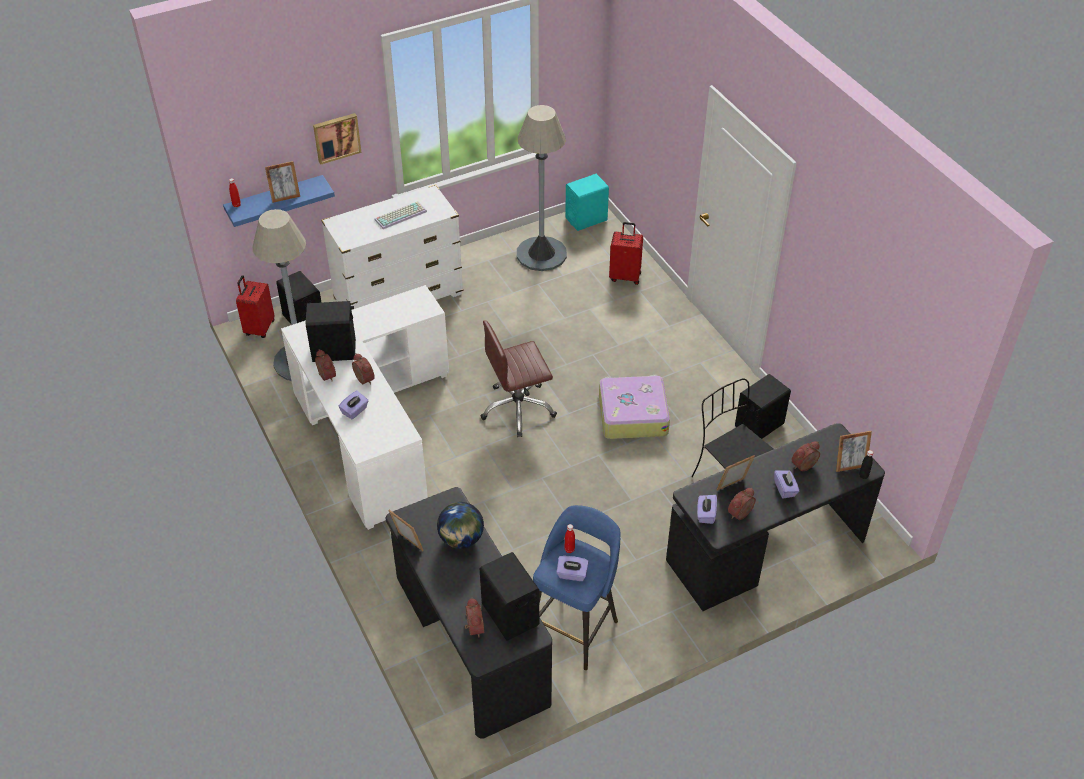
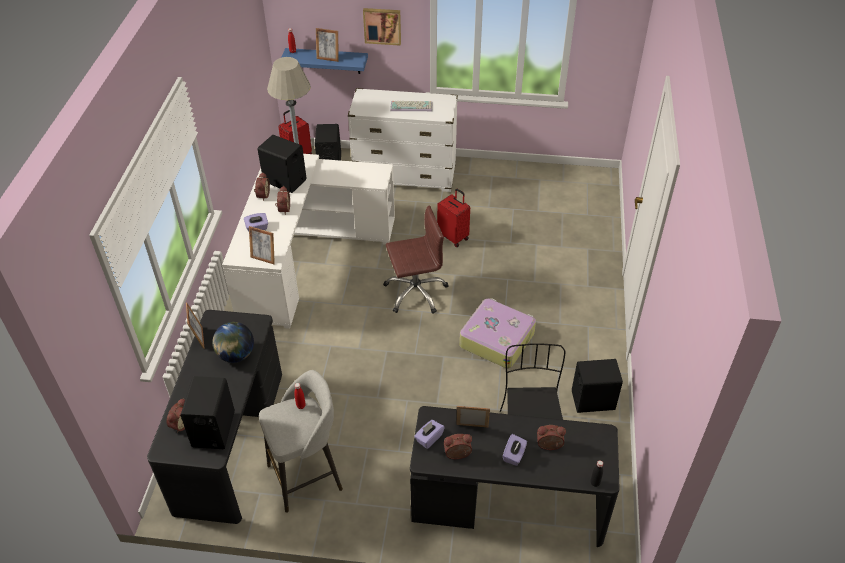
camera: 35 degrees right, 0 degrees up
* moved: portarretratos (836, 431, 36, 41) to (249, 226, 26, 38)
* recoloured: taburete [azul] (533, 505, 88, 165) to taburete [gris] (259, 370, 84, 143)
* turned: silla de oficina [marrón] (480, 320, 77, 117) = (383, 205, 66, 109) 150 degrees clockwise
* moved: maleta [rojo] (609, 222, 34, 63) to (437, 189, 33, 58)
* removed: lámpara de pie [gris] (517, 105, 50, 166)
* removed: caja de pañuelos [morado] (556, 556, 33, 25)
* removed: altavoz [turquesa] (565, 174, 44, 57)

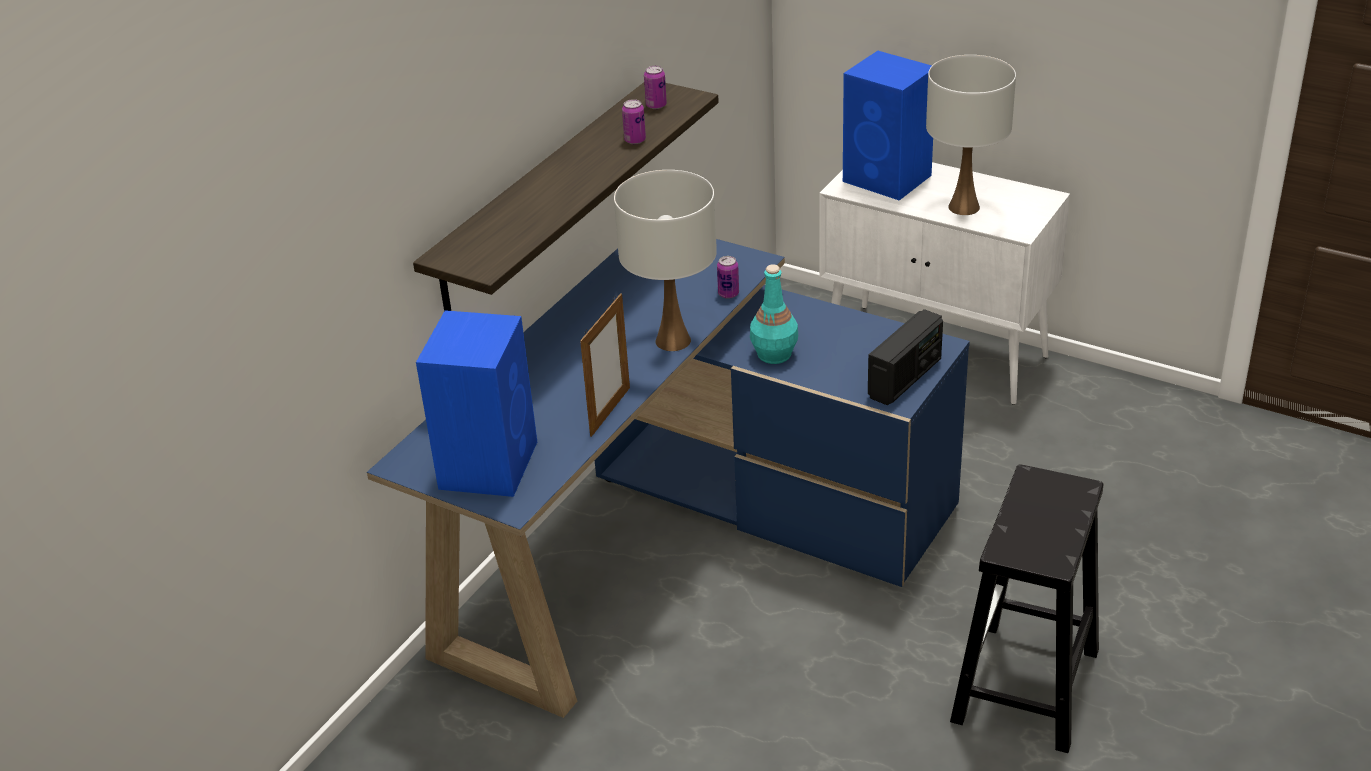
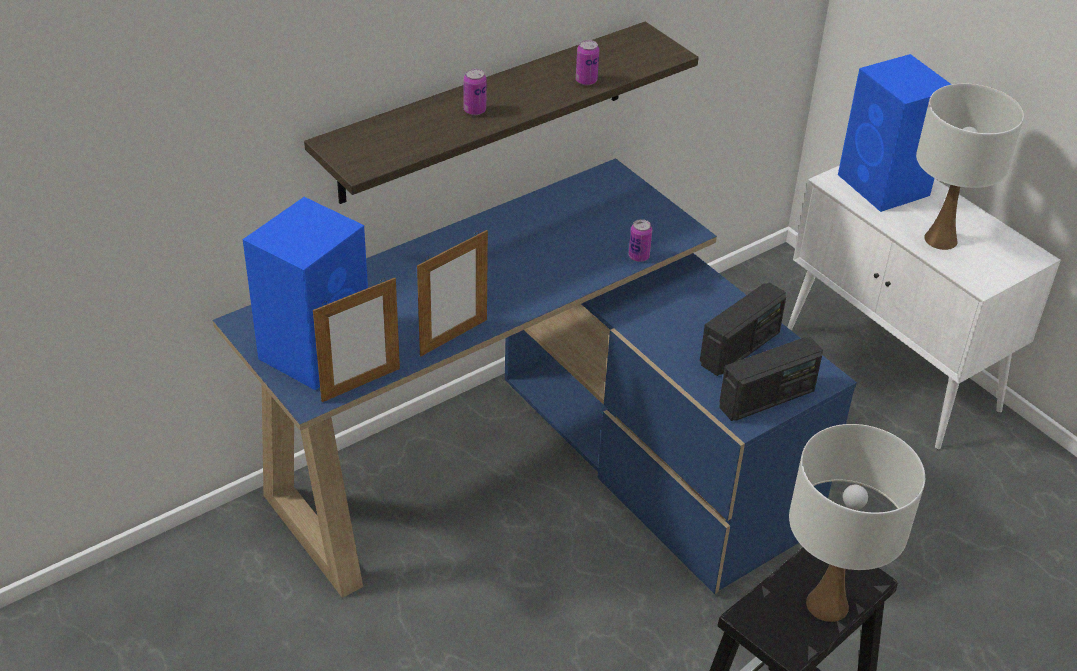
camera: 20 degrees right, 5 degrees up
* added: portarretratos (313, 278, 87, 124)
* moved: lata (644, 66, 23, 43) to (463, 69, 24, 46)
* added: radio (700, 283, 86, 93)
* moved: lámpara de mesa [blanco] (614, 170, 103, 181) to (789, 424, 136, 198)
* removed: botella [turquesa] (750, 264, 48, 100)

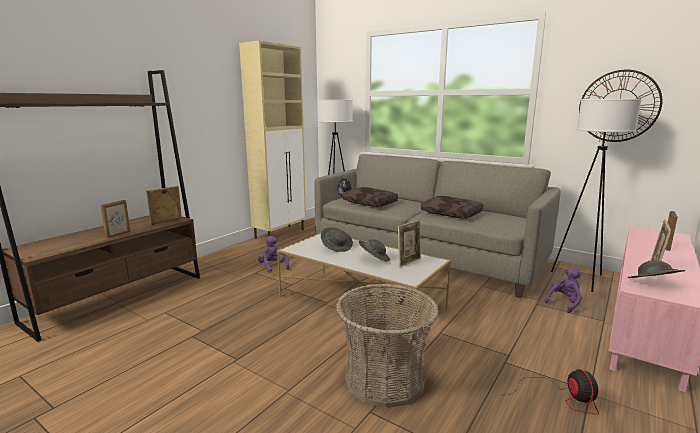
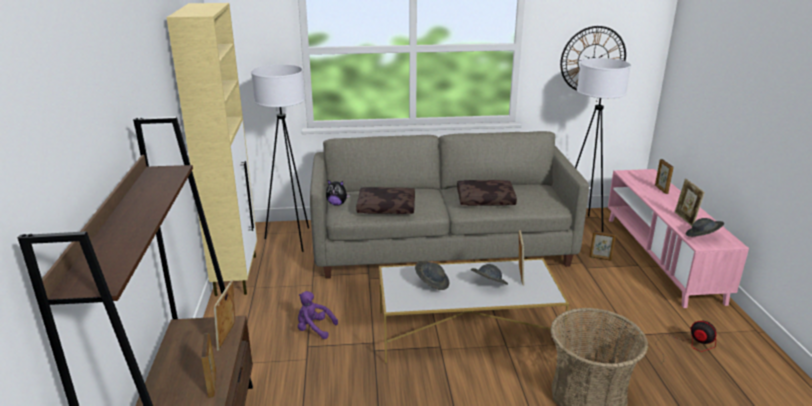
camera: 40 degrees left, 10 degrees up
* replaced: peluche [morado] (544, 266, 38, 47) to portarretratos (589, 231, 27, 30)

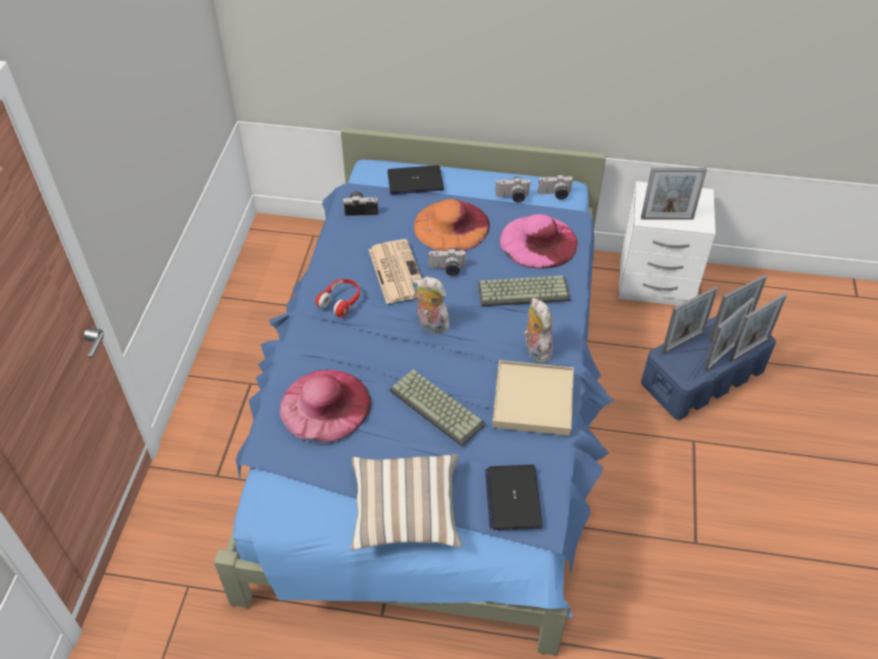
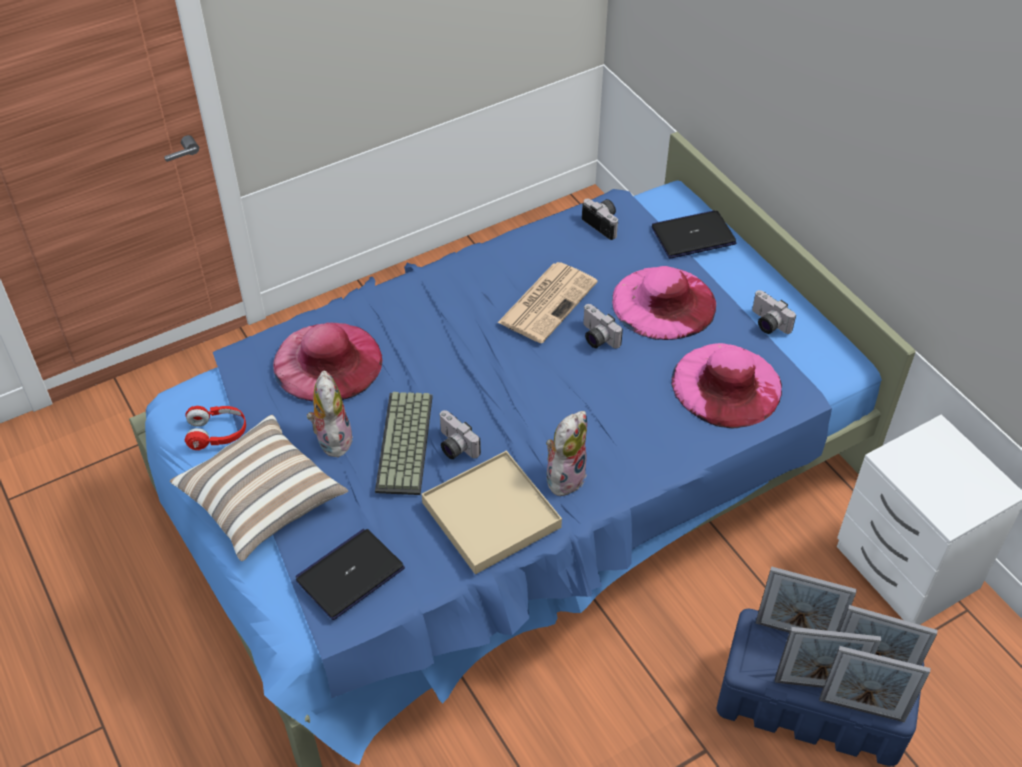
camera: 50 degrees right, 0 degrees up
* moved: auriculares [rojo] (315, 279, 45, 38) to (185, 406, 61, 44)
* moved: peluche (412, 277, 37, 56) to (307, 371, 46, 86)
* moved: cámara (538, 174, 35, 26) to (439, 410, 42, 49)
* recoloured: sombrero [naranja] (414, 199, 76, 52) to sombrero [rosa] (612, 266, 104, 74)
* turned: portátil (387, 165, 57, 30) = (652, 210, 84, 49) 60 degrees counterclockwise
* removed: teclado (478, 275, 93, 32)
* removed: portarretratos (641, 168, 66, 52)

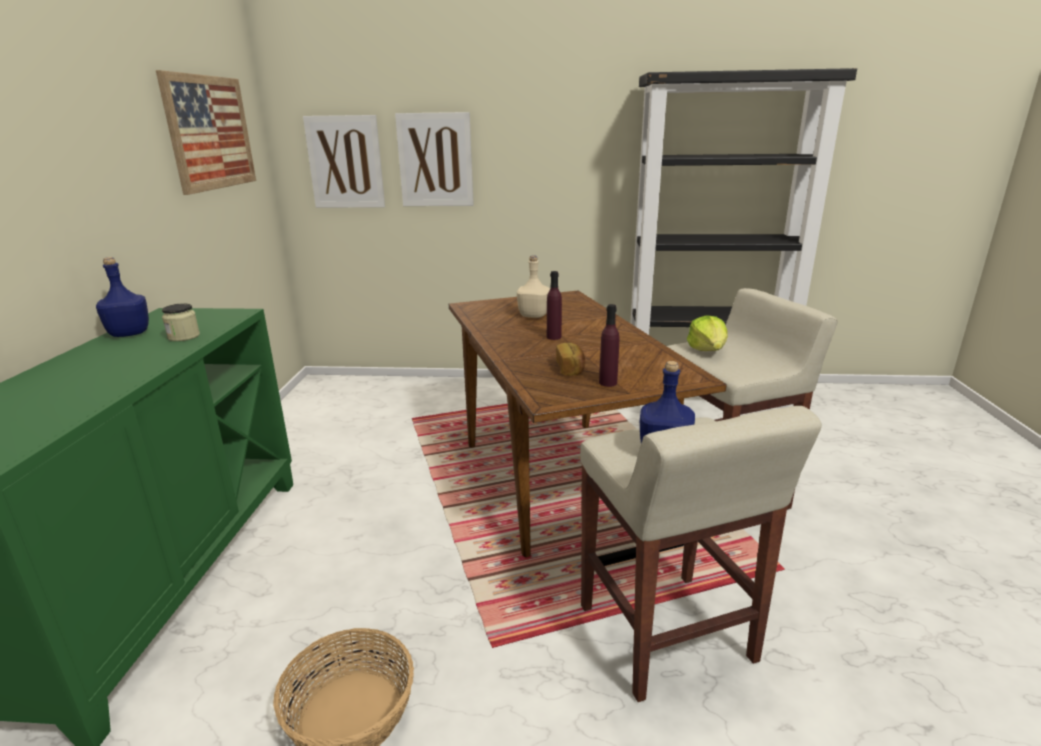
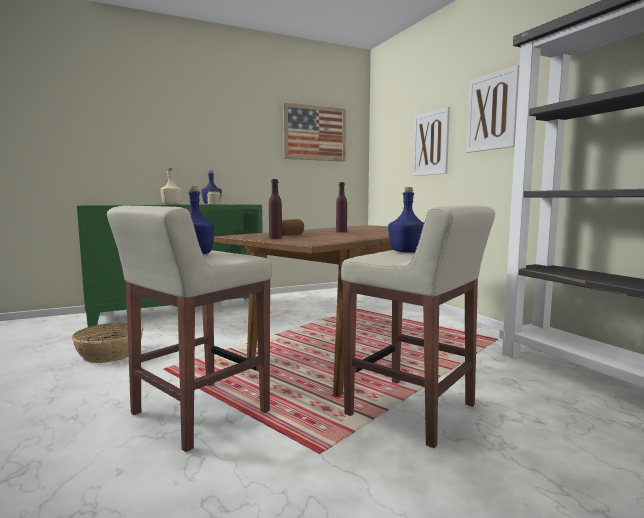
camera: 60 degrees right, 15 degrees down
* moved: botella [beis] (517, 256, 33, 62) to (161, 168, 20, 37)
* replaced: lechuga (687, 315, 41, 36) to botella [azul] (388, 187, 36, 66)
* moved: cuadro (303, 115, 82, 93) to (466, 65, 54, 88)

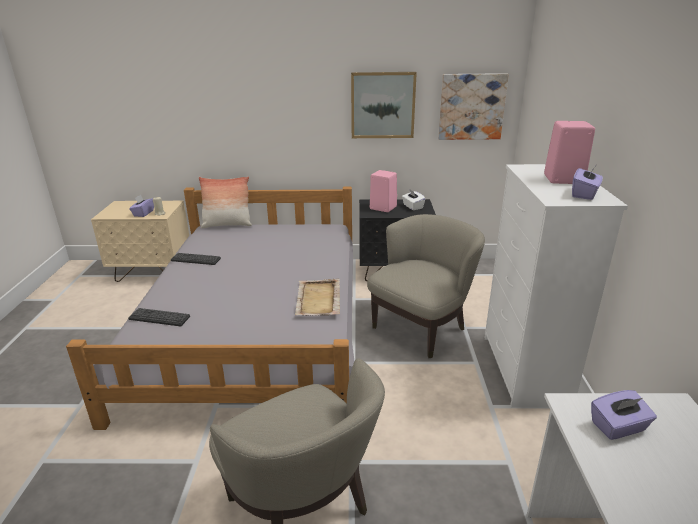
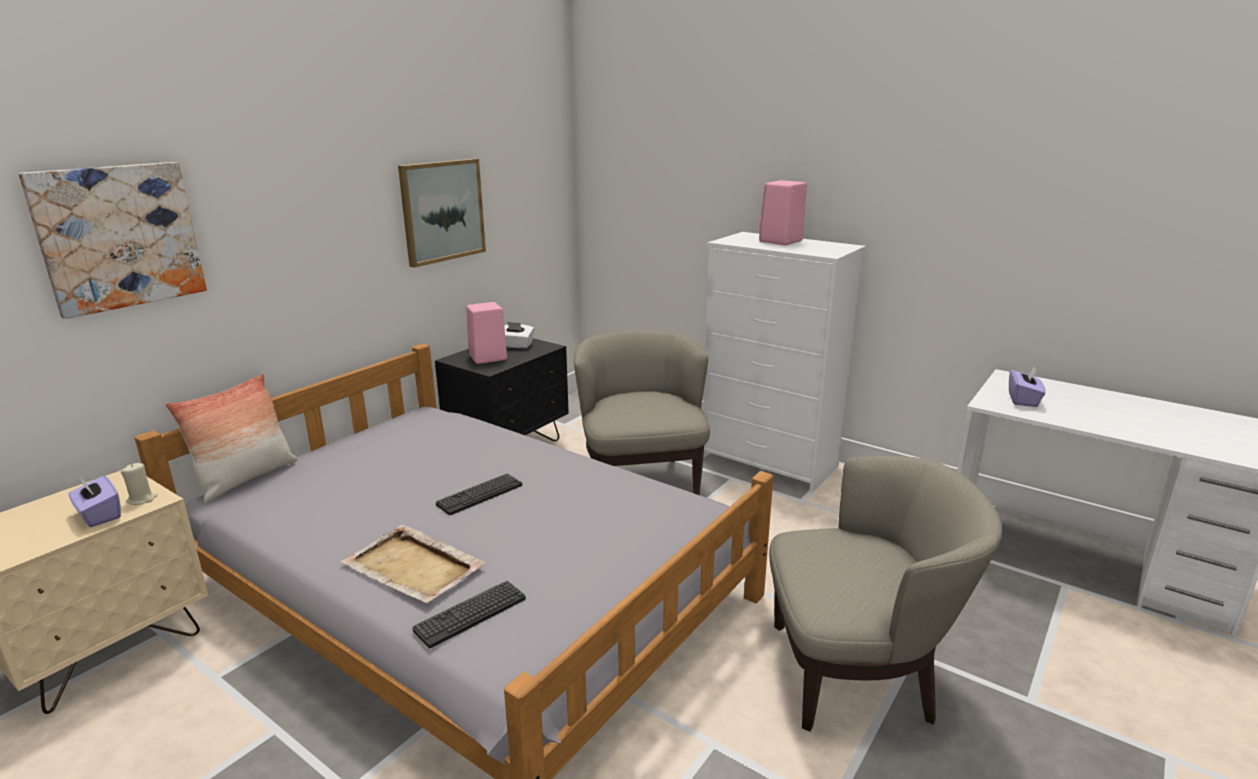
camera: 55 degrees left, 5 degrees down
* moved: cuadro (438, 73, 71, 67) to (19, 162, 188, 157)
* moved: bandeja [beis] (295, 279, 45, 36) to (341, 525, 145, 78)
* moved: teclado (171, 253, 50, 12) to (436, 474, 86, 41)
* removed: caja de pañuelos [morado] (572, 167, 31, 33)

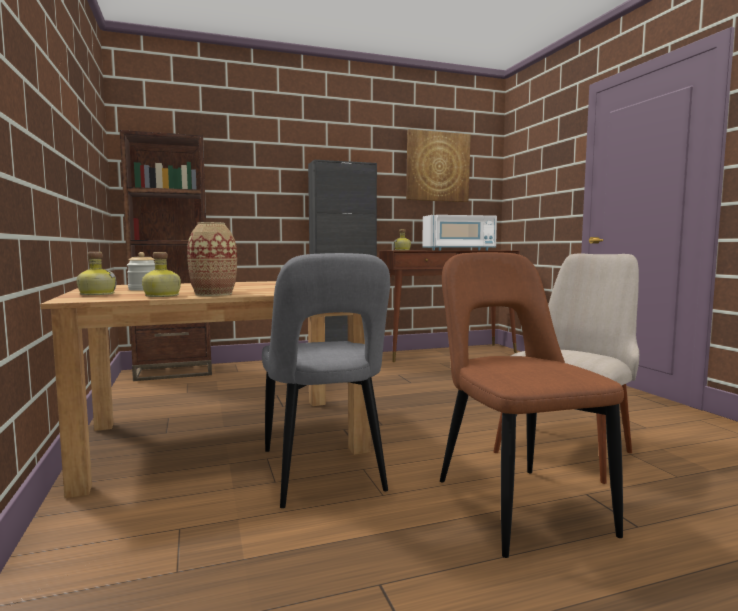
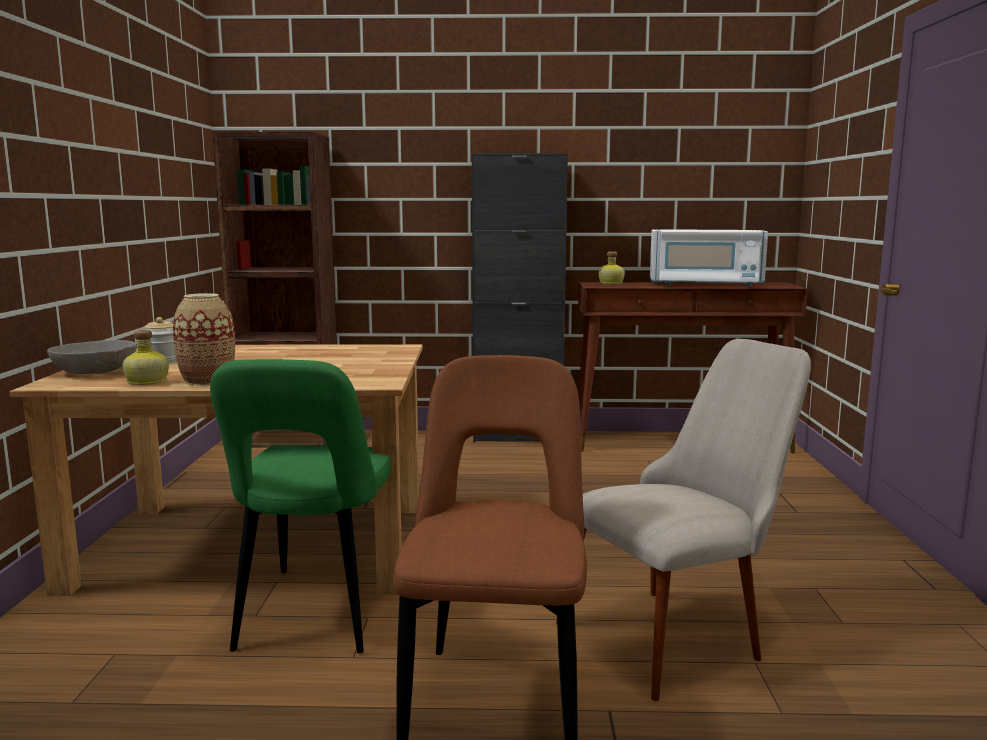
camera: 20 degrees right, 5 degrees up
* replaced: botella (77, 252, 39, 43) to cuenco [gris] (47, 340, 90, 34)
* recoloured: silla [gris] (262, 253, 128, 255) to silla [verde] (210, 359, 181, 294)
* removed: cuadro (406, 129, 65, 73)

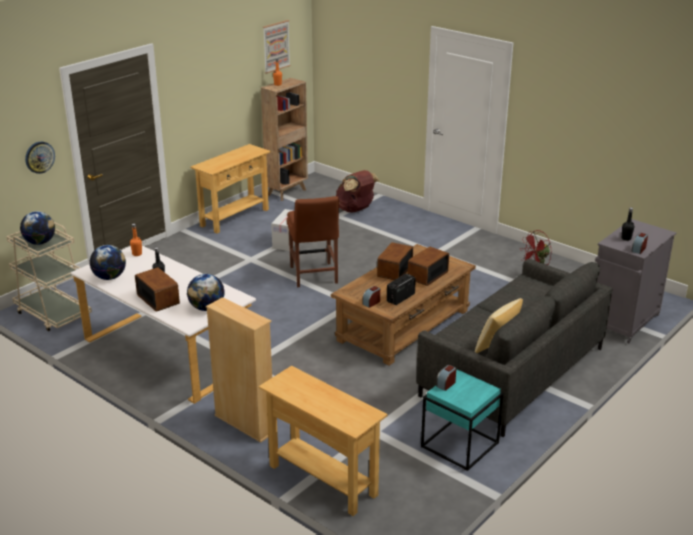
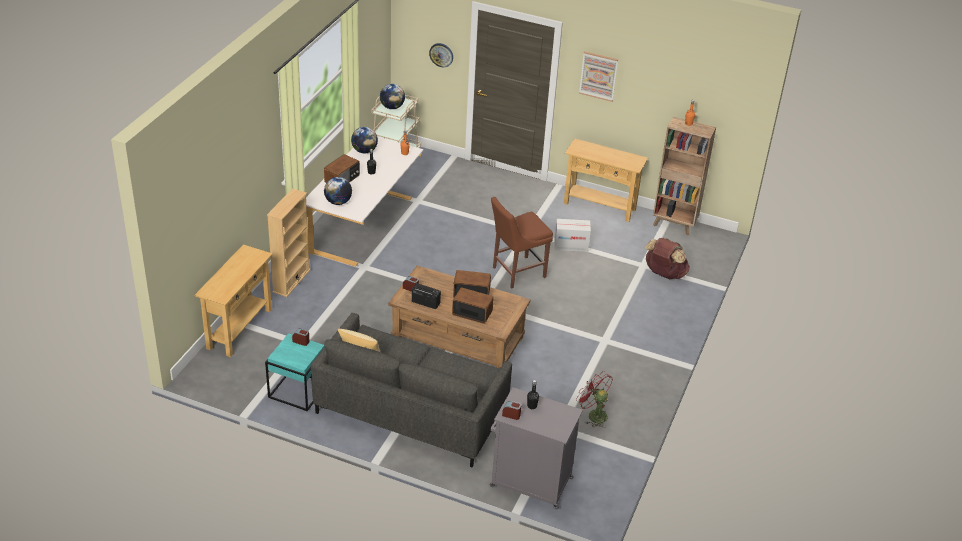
camera: 70 degrees right, 10 degrees up
* moved: cuadro (263, 20, 28, 54) to (579, 51, 39, 51)

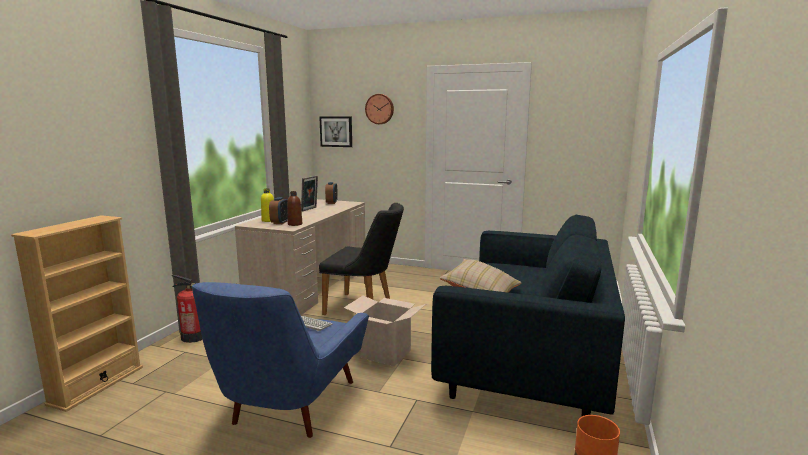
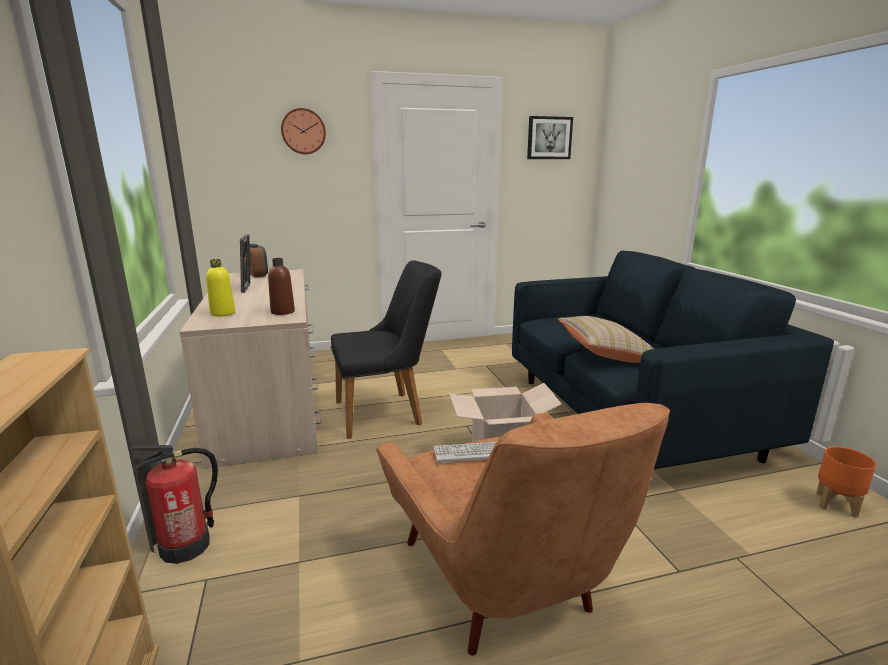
camera: 35 degrees left, 5 degrees up
* recoloured: sillón [azul] (192, 282, 177, 156) to sillón [marrón] (376, 403, 294, 253)
* moved: cuadro (319, 116, 33, 31) to (527, 116, 46, 43)
* removed: despertador (269, 197, 19, 27)

